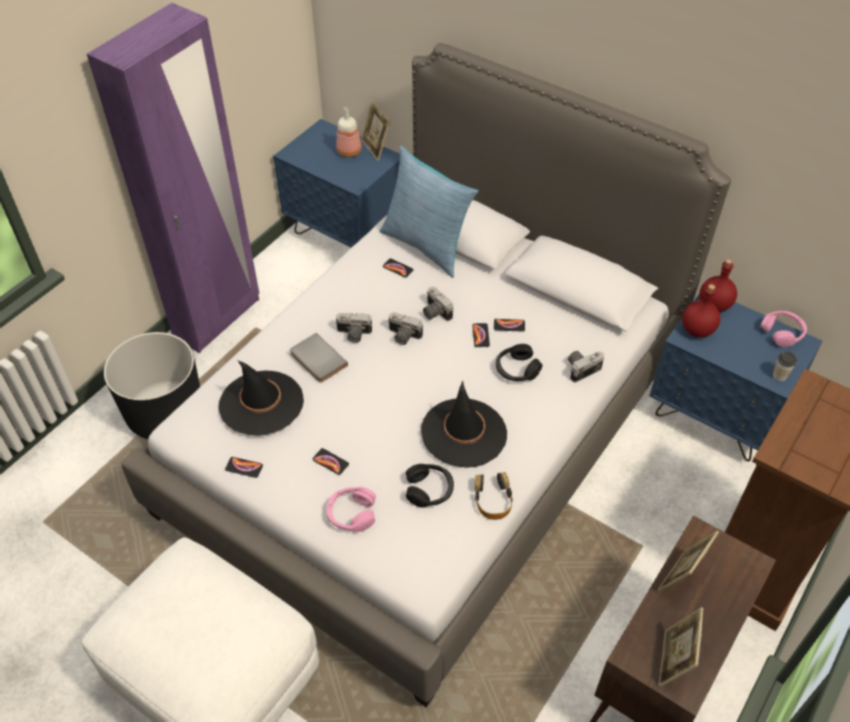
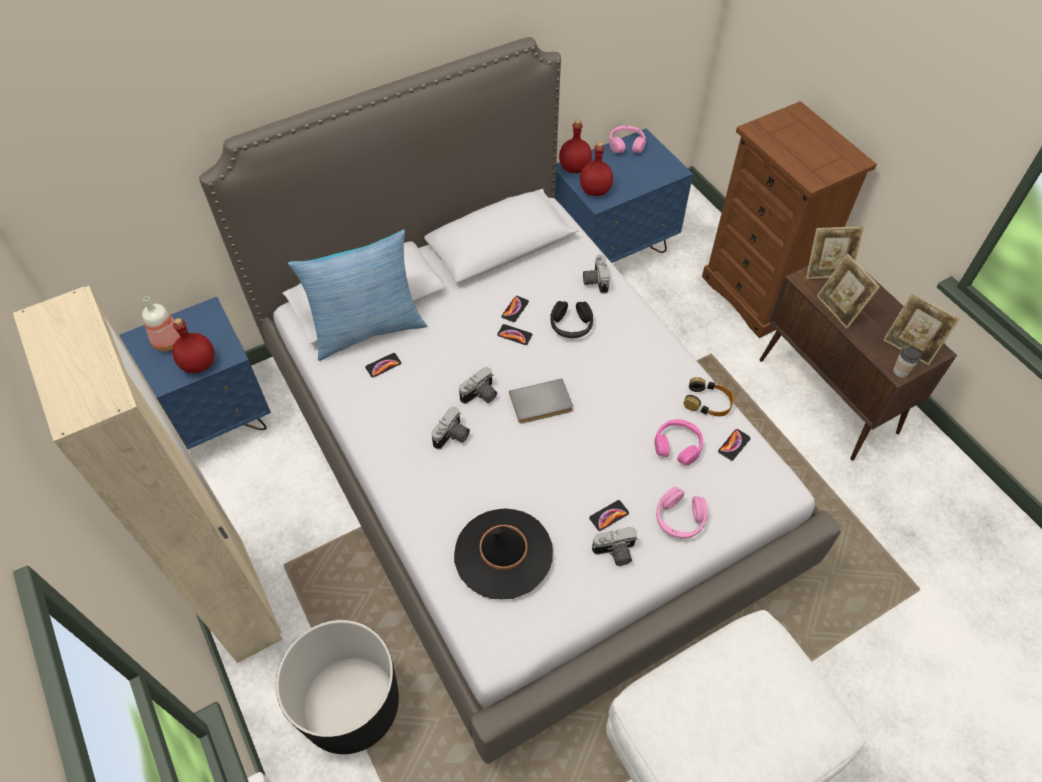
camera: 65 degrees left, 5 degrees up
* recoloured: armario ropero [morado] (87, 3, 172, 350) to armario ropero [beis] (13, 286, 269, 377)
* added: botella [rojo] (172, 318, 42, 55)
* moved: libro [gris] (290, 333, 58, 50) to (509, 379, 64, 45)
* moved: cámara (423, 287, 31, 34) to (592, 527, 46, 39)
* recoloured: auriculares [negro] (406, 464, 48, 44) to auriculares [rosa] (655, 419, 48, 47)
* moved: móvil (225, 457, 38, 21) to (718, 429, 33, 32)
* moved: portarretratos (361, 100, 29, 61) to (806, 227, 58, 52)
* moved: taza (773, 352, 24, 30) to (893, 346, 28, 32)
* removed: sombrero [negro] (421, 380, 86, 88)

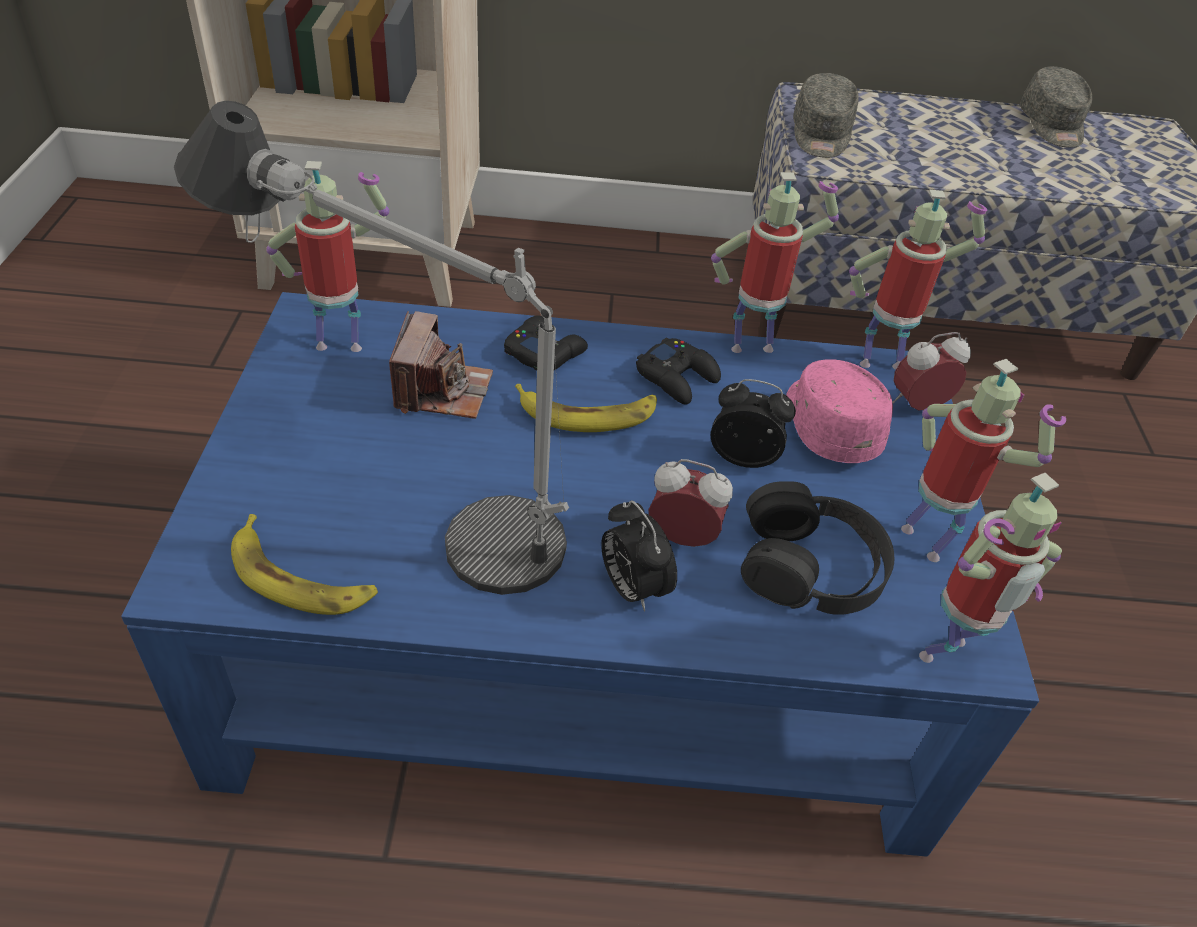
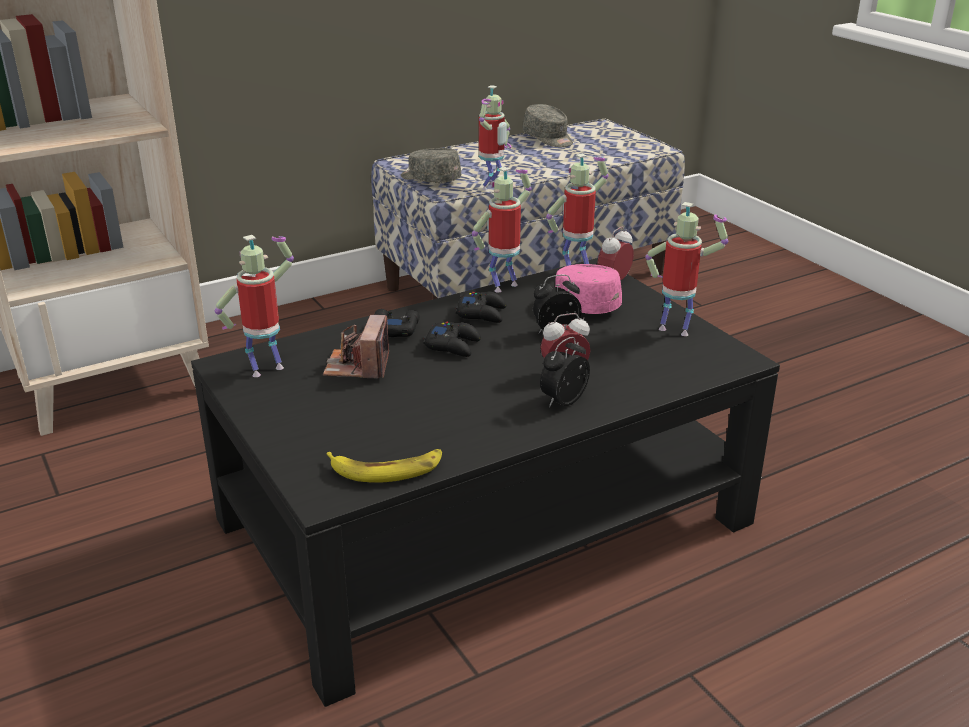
camera: 30 degrees left, 15 degrees down
* recoloured: mesa de centro [azul] (121, 292, 918, 565) to mesa de centro [negro] (191, 258, 589, 449)
* turned: cámara (389, 311, 104, 108) = (323, 315, 66, 64) 150 degrees counterclockwise
* turned: gorra [gris] (793, 73, 66, 85) = (401, 148, 60, 35) 150 degrees clockwise
* replaced: plátano (515, 384, 142, 48) to mando de consola [negro] (423, 322, 58, 35)
* moved: robot de juguete (919, 473, 143, 190) to (479, 85, 33, 106)
* turned: despertador (601, 500, 76, 112) = (540, 337, 50, 71) 105 degrees clockwise
* removed: lámpara de mesa (174, 101, 395, 494)
* removed: auriculares [negro] (741, 481, 153, 134)

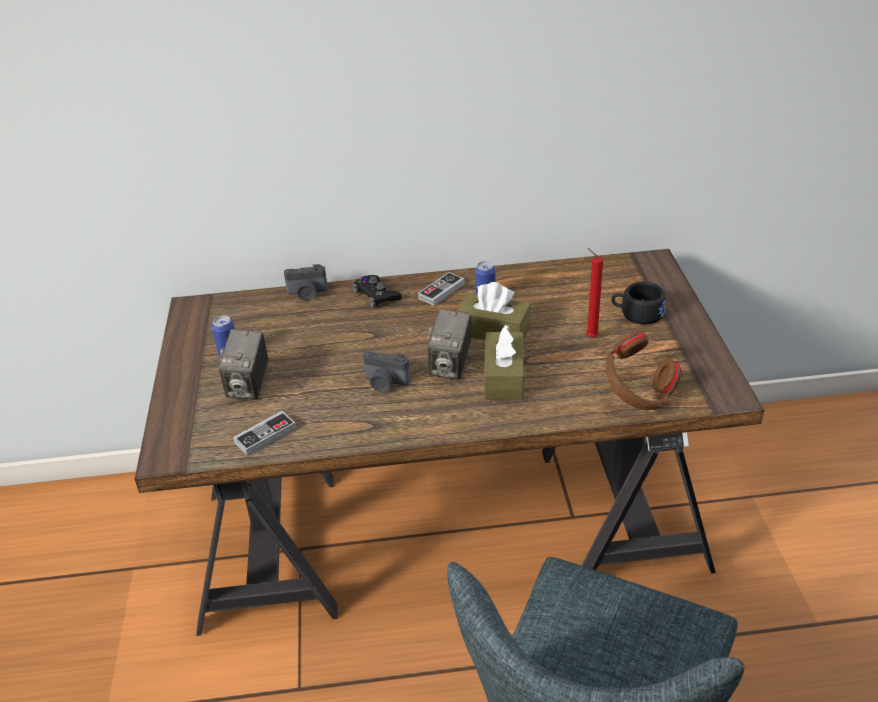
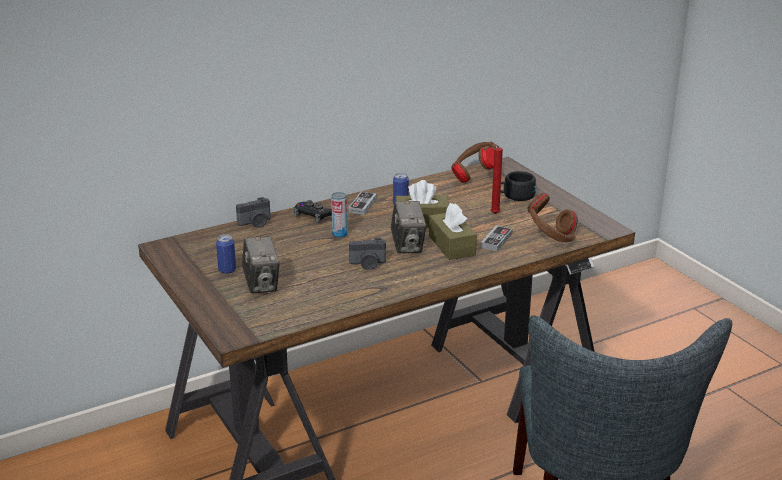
camera: 25 degrees left, 10 degrees down
* added: lata (331, 192, 16, 46)
* added: auriculares [marrón] (451, 142, 45, 41)
* moved: mando de consola (233, 411, 63, 45) to (481, 225, 31, 26)

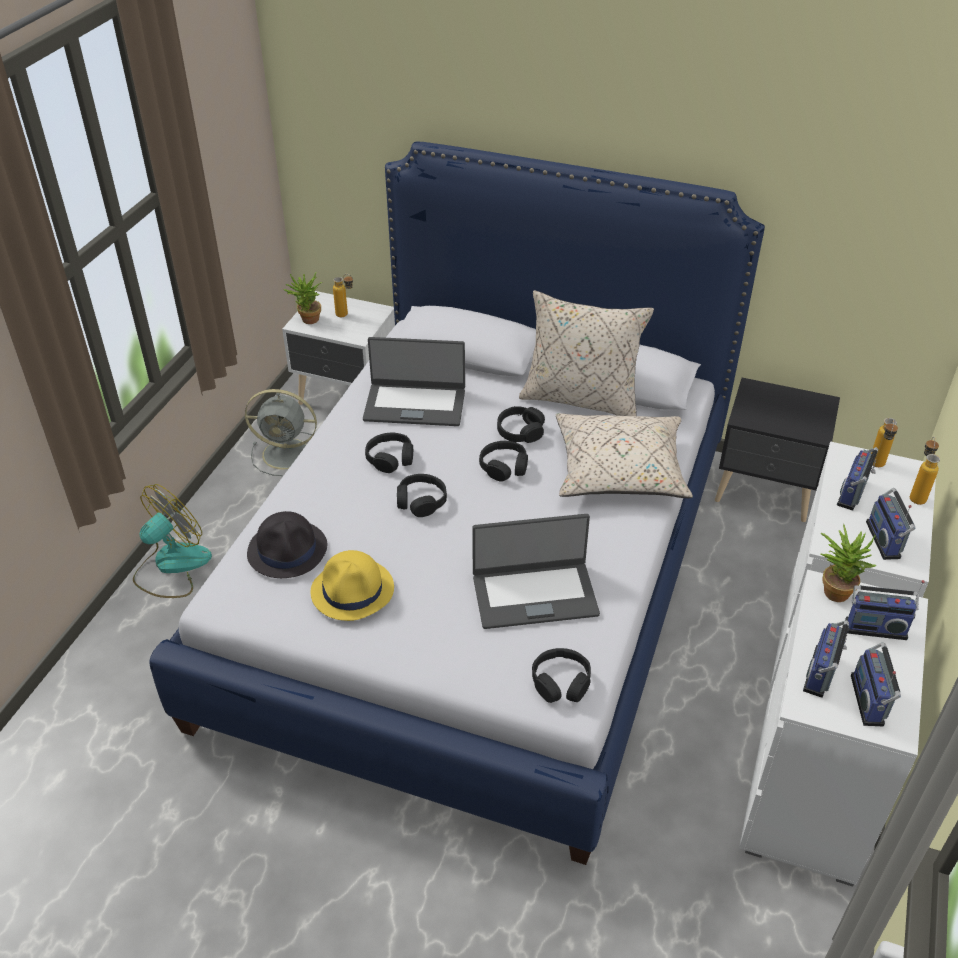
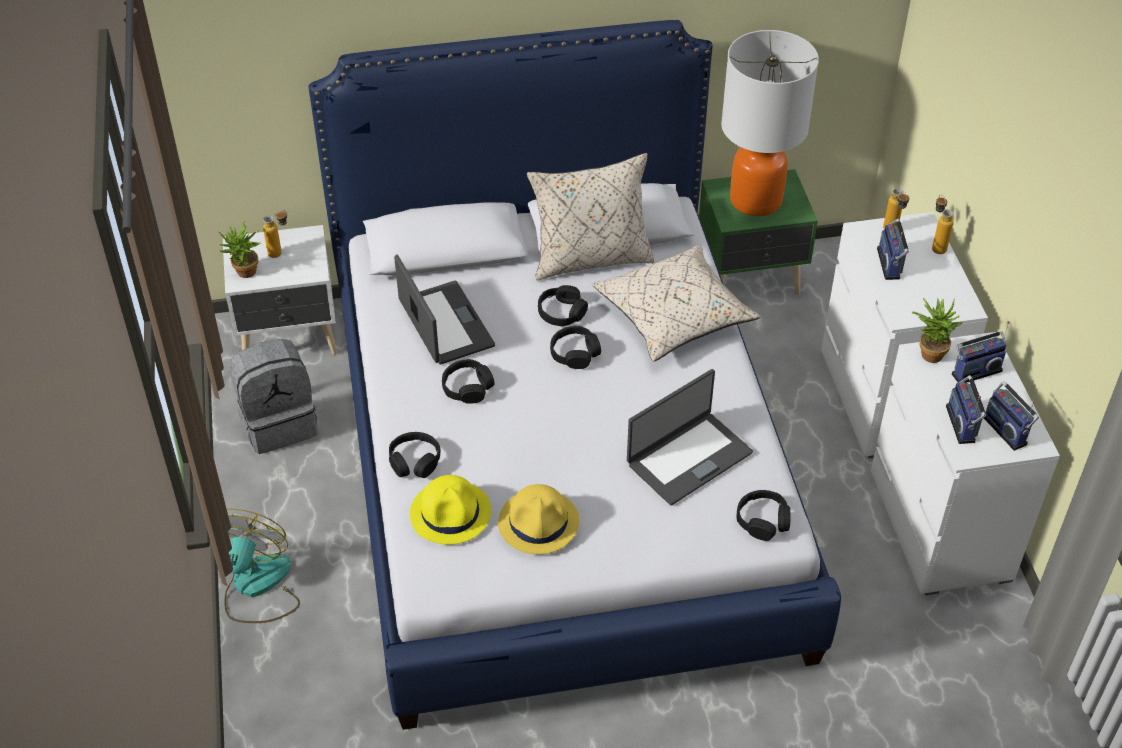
camera: 30 degrees left, 5 degrees up
* replaced: ventilador [gris] (245, 389, 72, 87) to mochila [gris] (229, 339, 89, 115)
* moved: auriculares [negro] (397, 474, 50, 43) to (389, 432, 52, 46)
* turned: portátil (363, 337, 102, 89) = (394, 255, 101, 110) 90 degrees counterclockwise
* recoloured: sombrero [negro] (247, 511, 80, 67) to sombrero [amarillo] (410, 475, 81, 70)
* recoloured: mesita de noche [negro] (715, 378, 125, 144) to mesita de noche [verde] (699, 169, 119, 126)
* added: lámpara de mesa (721, 30, 98, 186)
* removed: radio (866, 488, 50, 72)

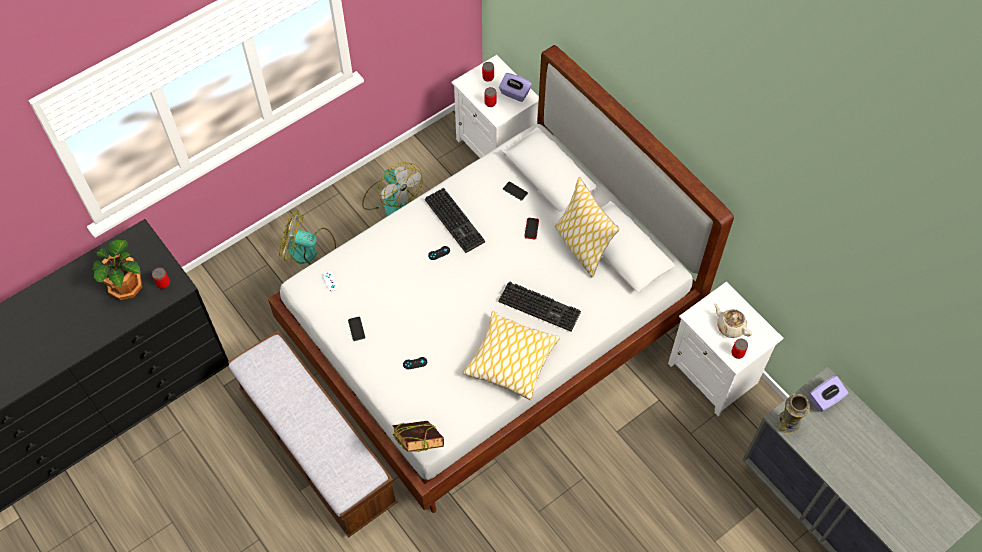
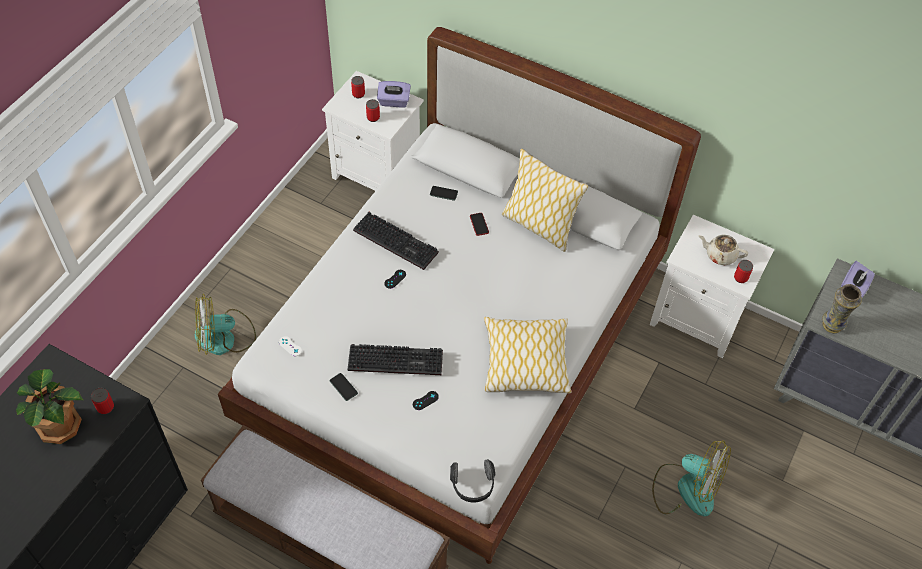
camera: 25 degrees left, 5 degrees down
* moved: teclado (498, 281, 83, 50) to (347, 344, 96, 31)
* replaced: libro (392, 421, 52, 31) to auriculares (450, 459, 46, 43)
* moved: ventilador (362, 162, 61, 54) to (652, 440, 79, 76)

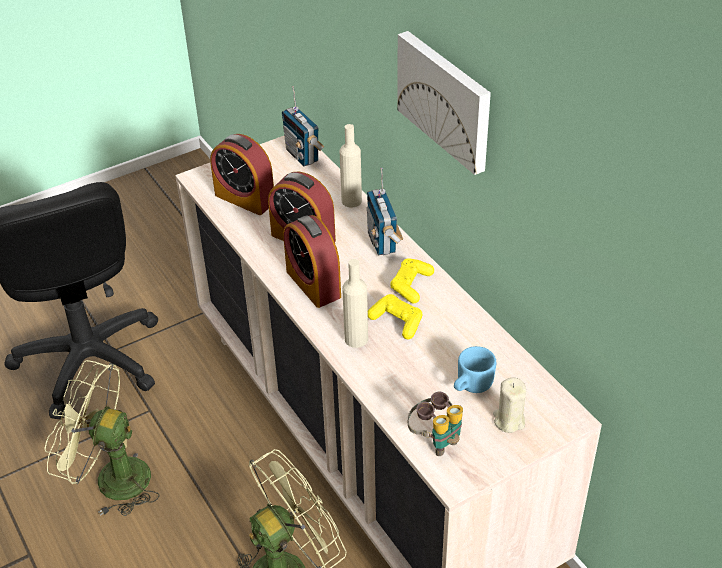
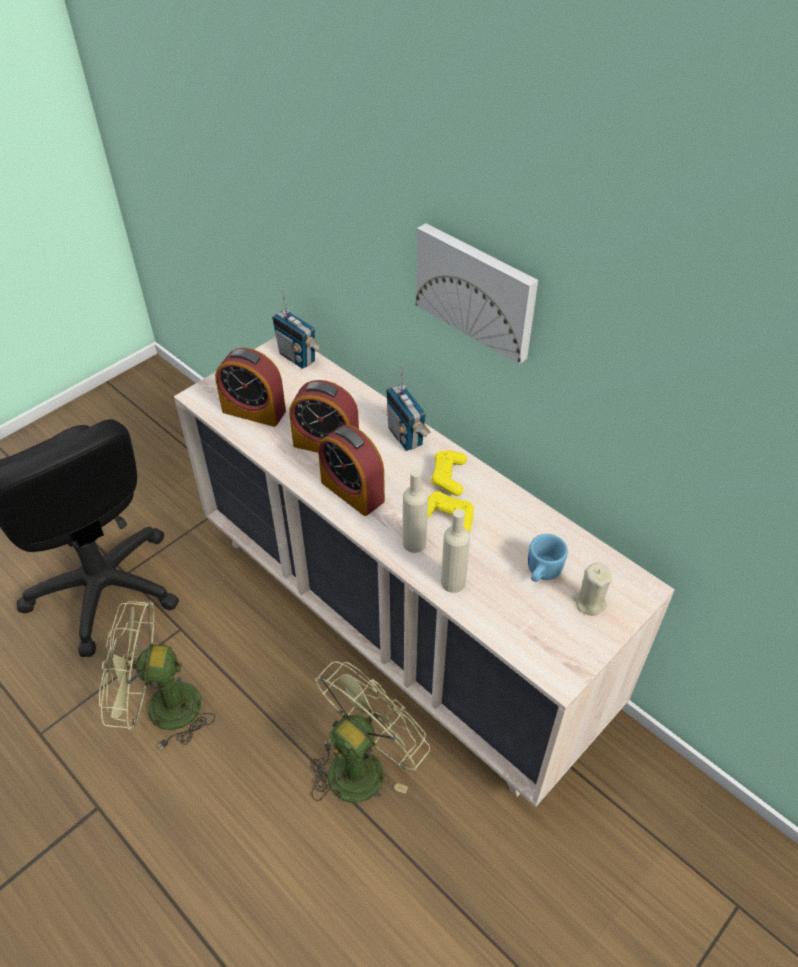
camera: 15 degrees left, 5 degrees up
* moved: botella [beis] (339, 124, 23, 84) to (441, 509, 29, 84)
* removed: prismáticos (408, 392, 55, 64)

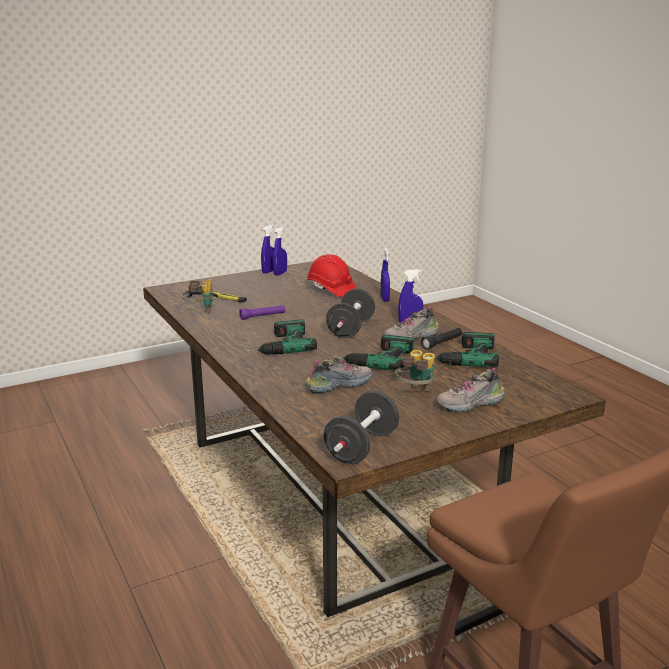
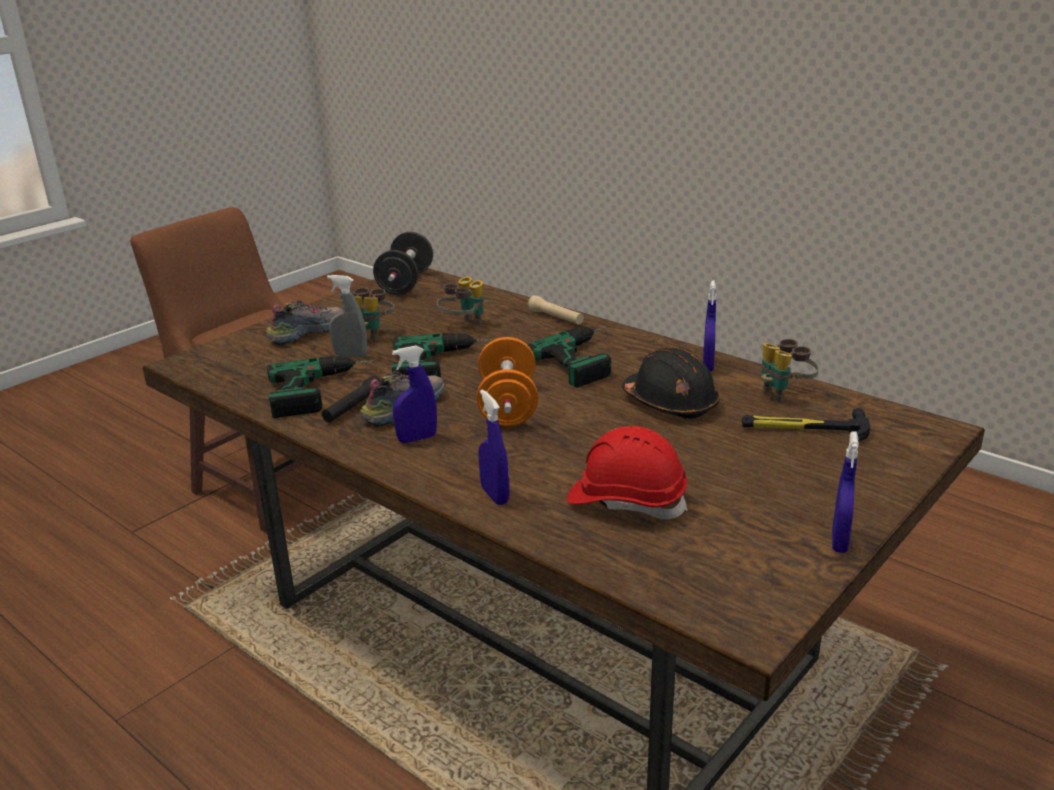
camera: 160 degrees right, 5 degrees up
* added: pulverizador [gris] (327, 275, 40, 83)
* replaced: zapato (305, 358, 67, 36) to prismáticos (437, 276, 47, 50)
* recoloured: mancuerna [negro] (326, 289, 49, 49) to mancuerna [naranja] (477, 337, 61, 90)
* added: linterna [beis] (528, 295, 56, 30)
* replaced: linterna [morado] (239, 305, 46, 15) to casco [negro] (622, 347, 98, 72)
* moved: pulverizador [azul] (273, 226, 14, 50) to (703, 280, 13, 91)

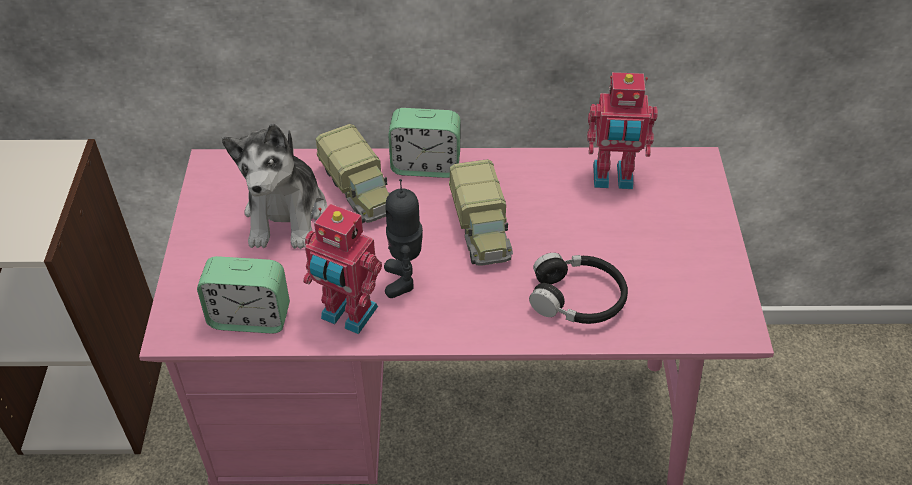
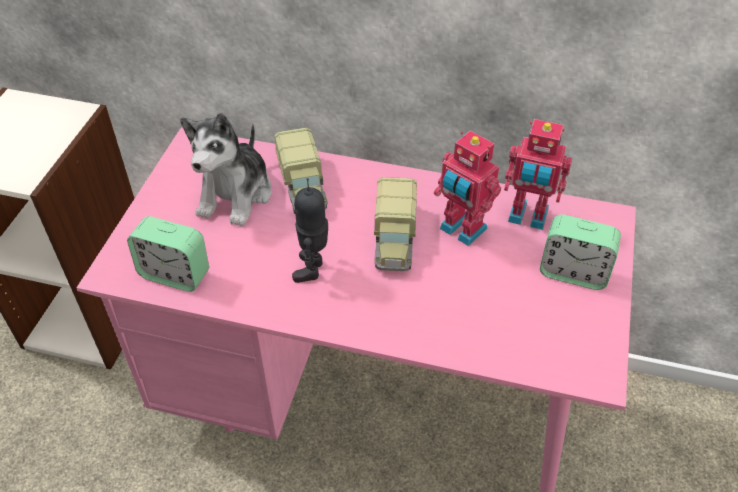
camera: 15 degrees right, 0 degrees up
* moved: robot de juguete (303, 204, 79, 130) to (434, 131, 67, 115)
* moved: despertador (388, 108, 73, 70) to (540, 215, 81, 75)
* removed: auriculares [negro] (529, 253, 99, 71)

